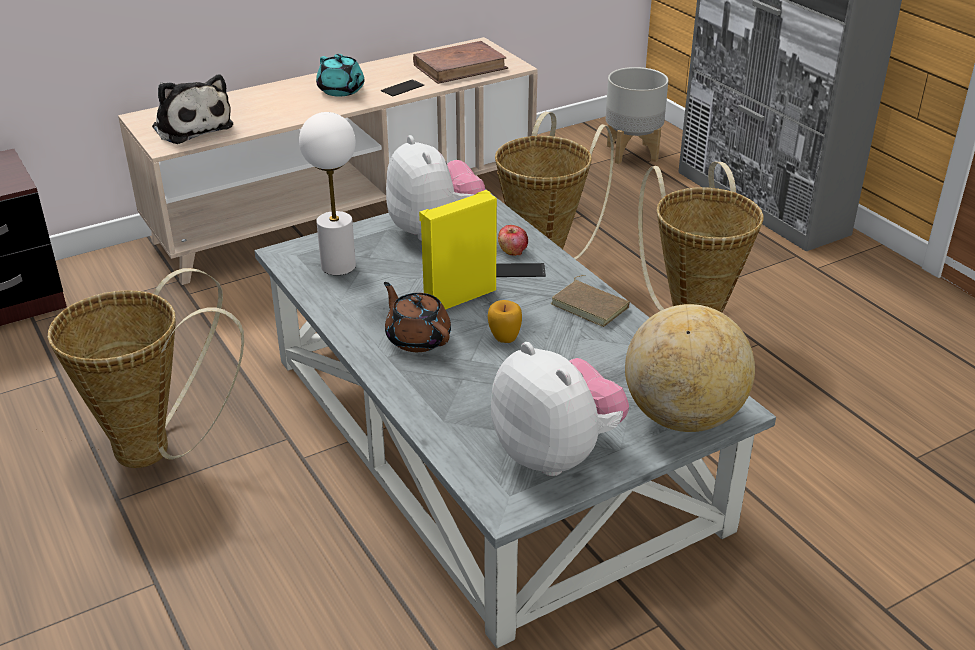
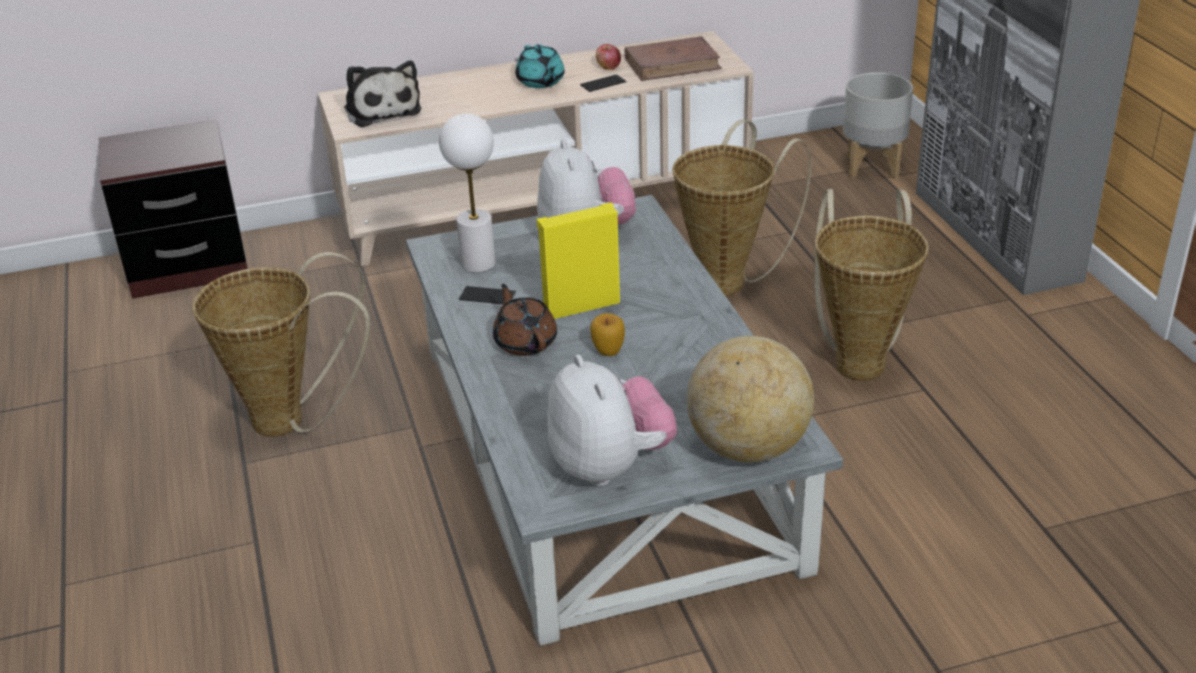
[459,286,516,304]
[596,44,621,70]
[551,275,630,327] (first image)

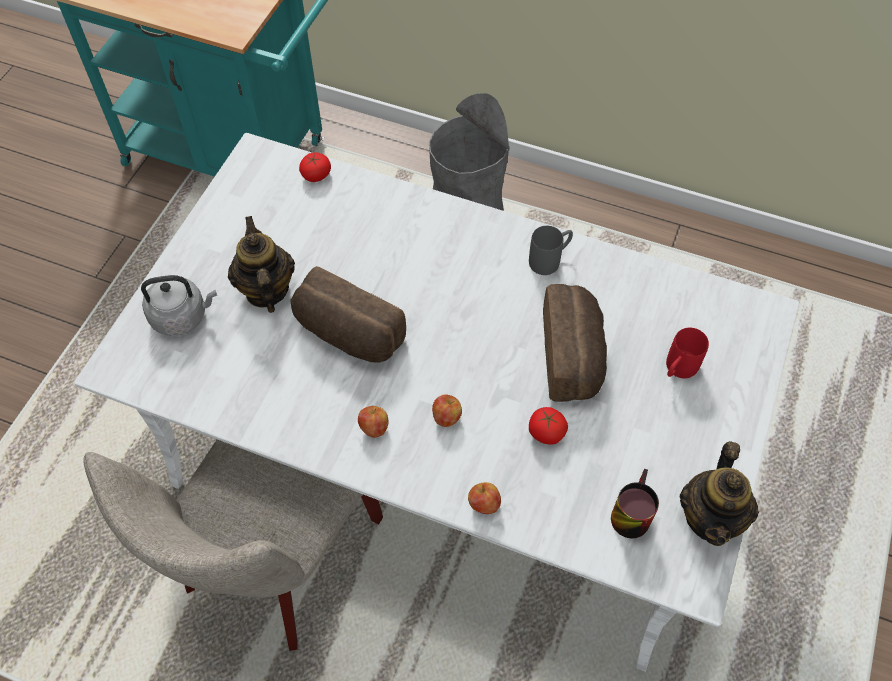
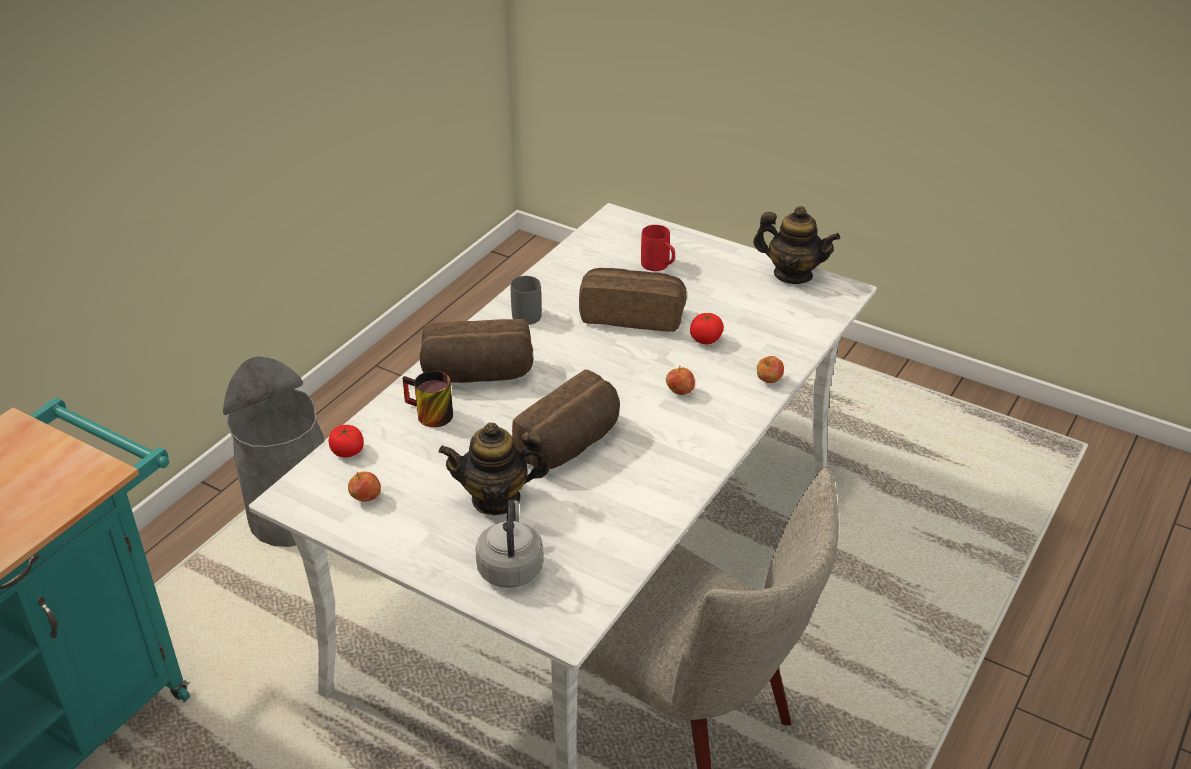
[348,472,381,502]
[402,371,453,427]
[420,319,533,383]

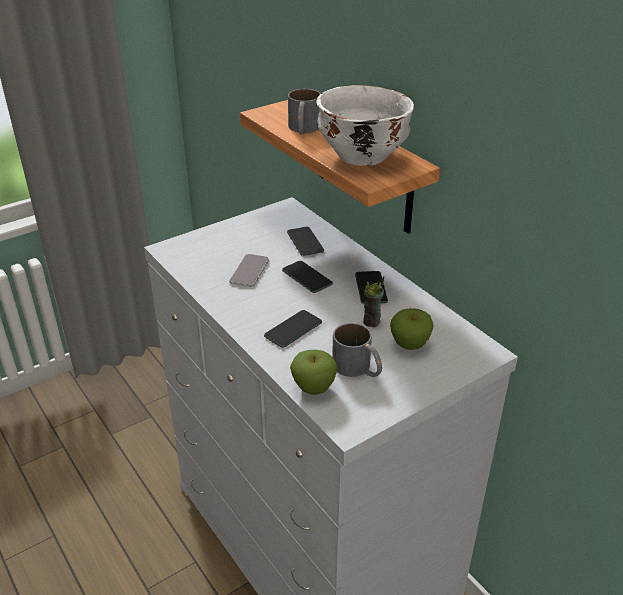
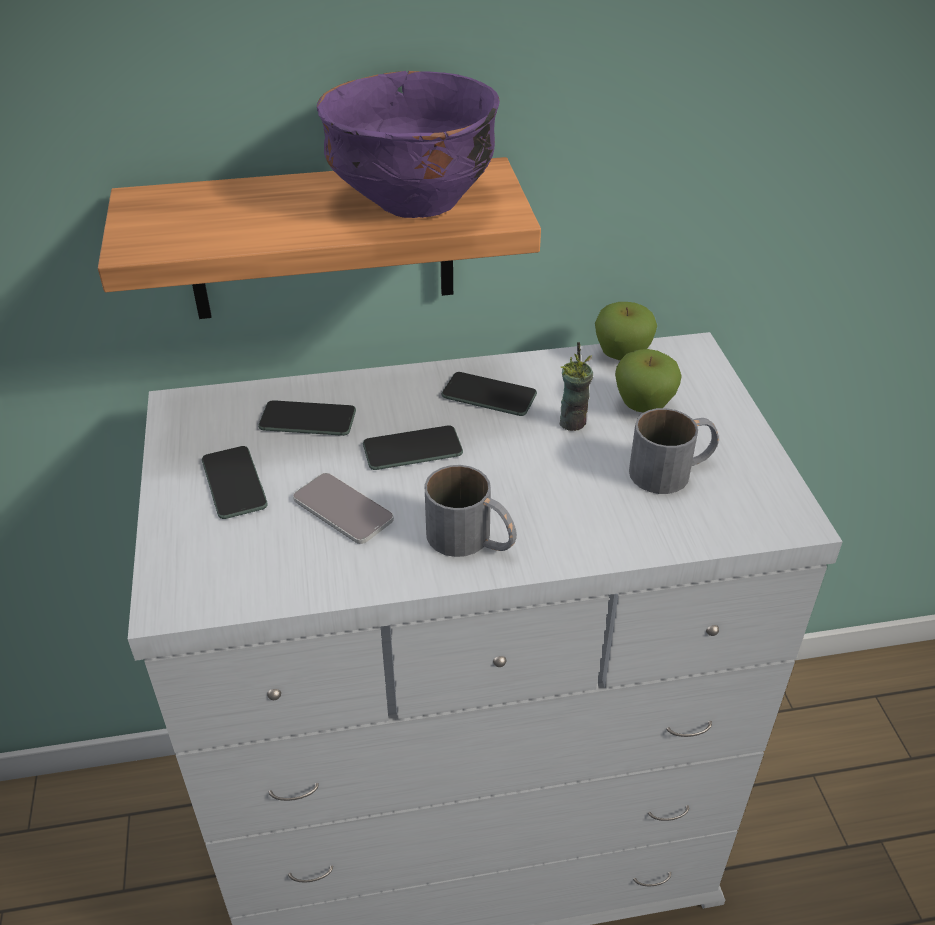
[202,446,268,519]
[424,465,517,557]
[595,302,657,360]
[317,71,500,218]

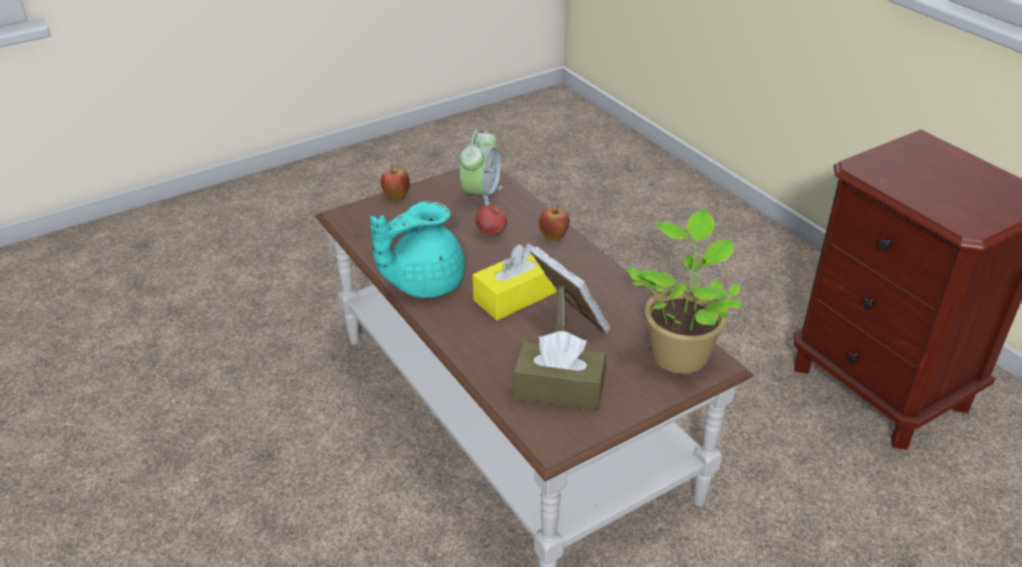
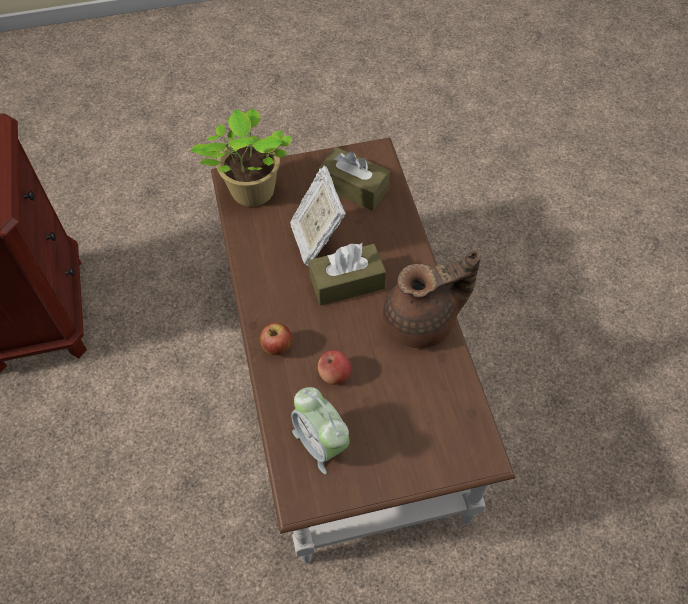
[383,250,481,348]
[381,164,410,200] (first image)
[291,387,350,474]
[309,243,386,306]

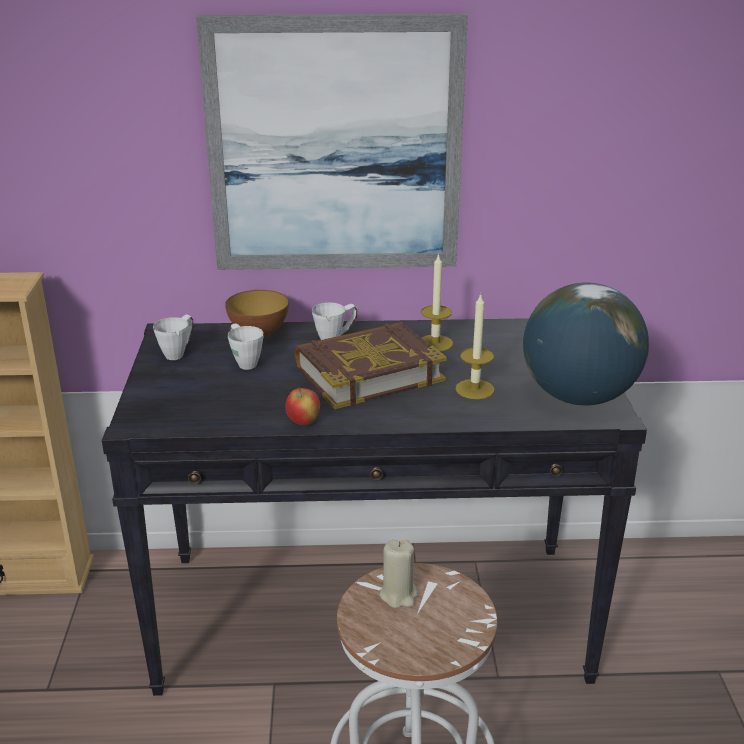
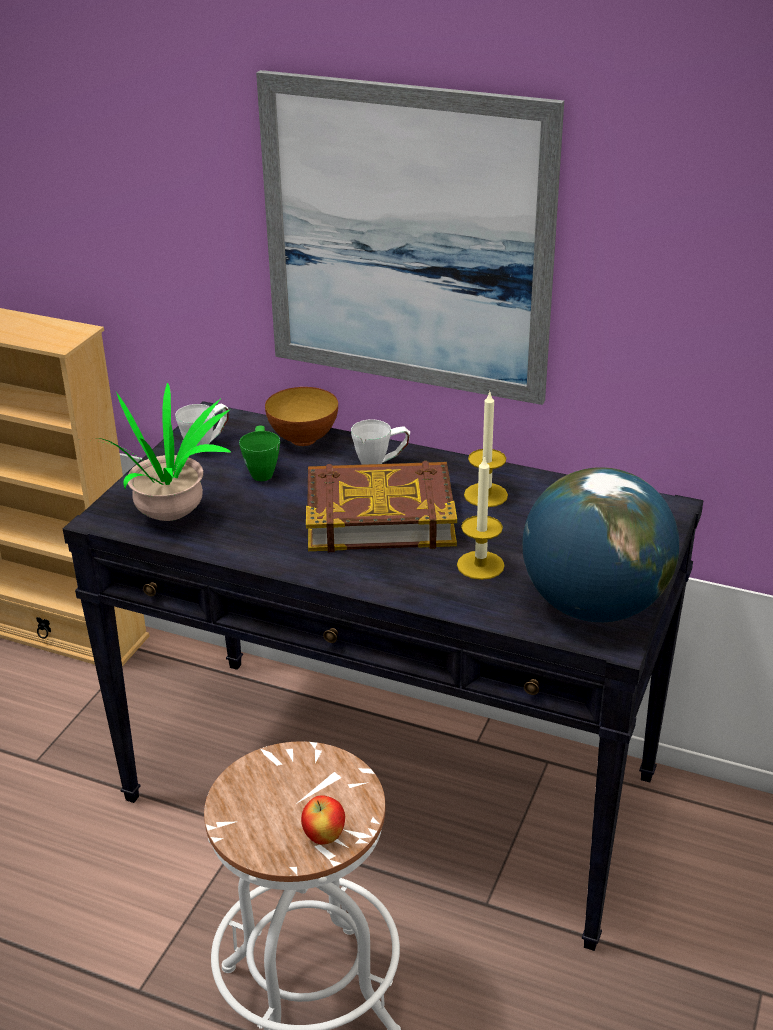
[239,425,280,481]
[301,795,345,845]
[380,539,418,608] (first image)
[97,383,231,521]

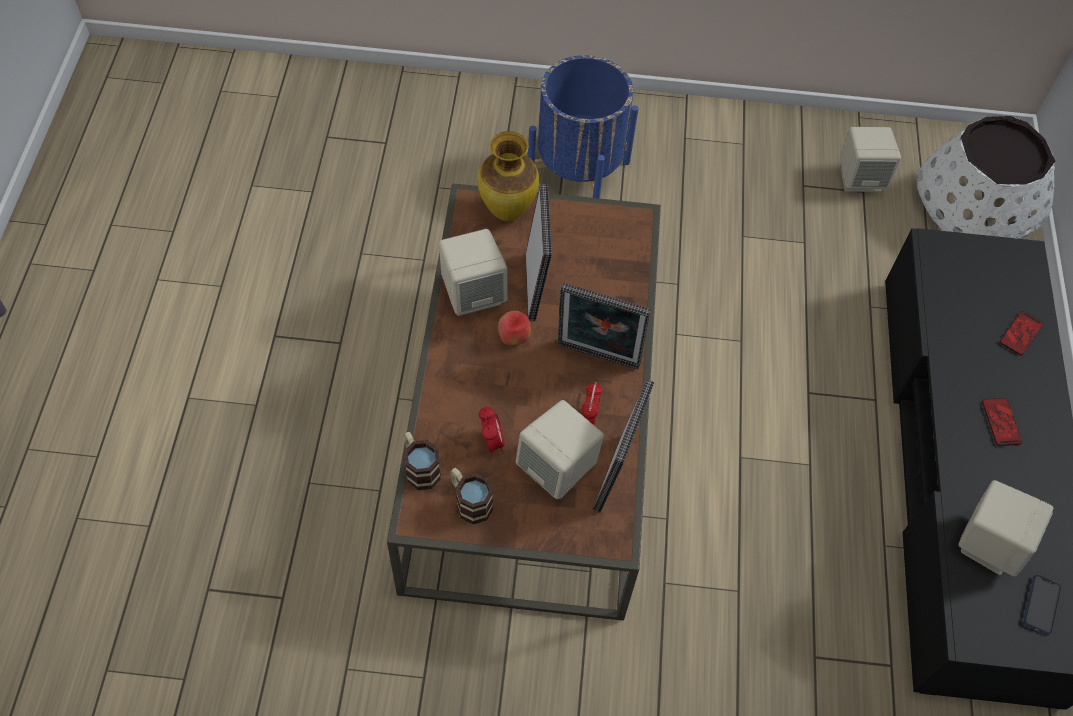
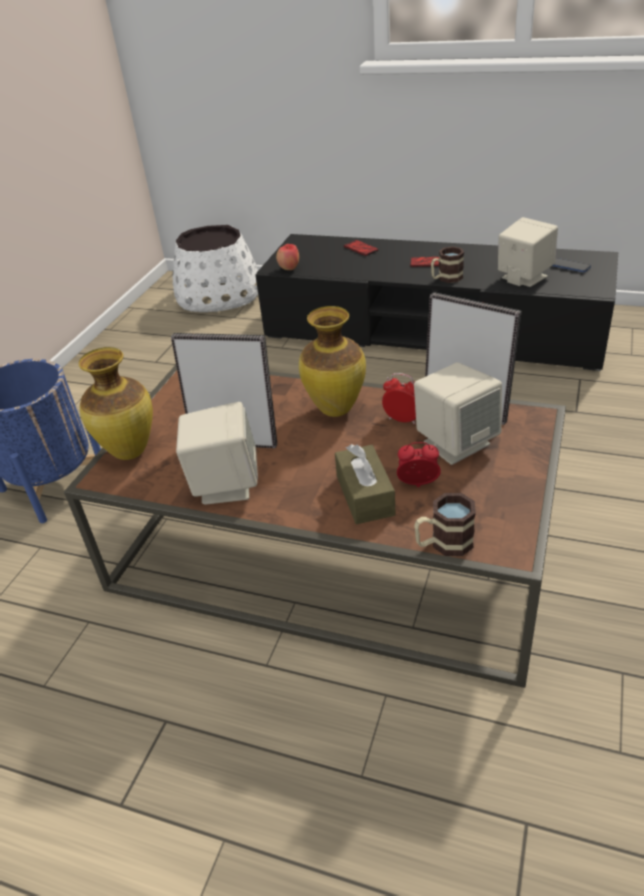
[431,246,464,283]
[276,244,299,270]
[299,306,366,417]
[840,127,901,192] (first image)
[335,444,396,524]

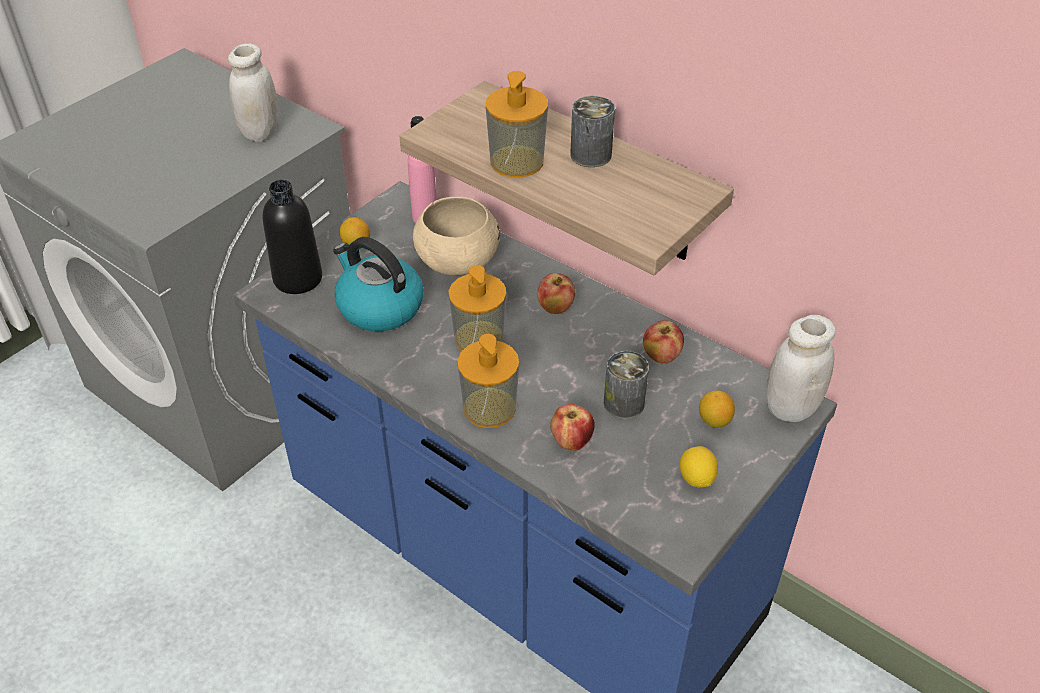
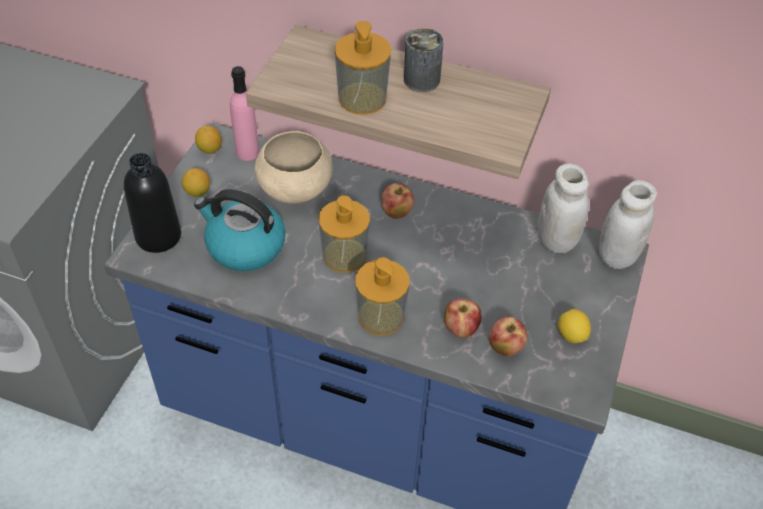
[538,163,589,254]
[604,351,649,419] (first image)
[489,316,527,357]
[195,126,222,154]

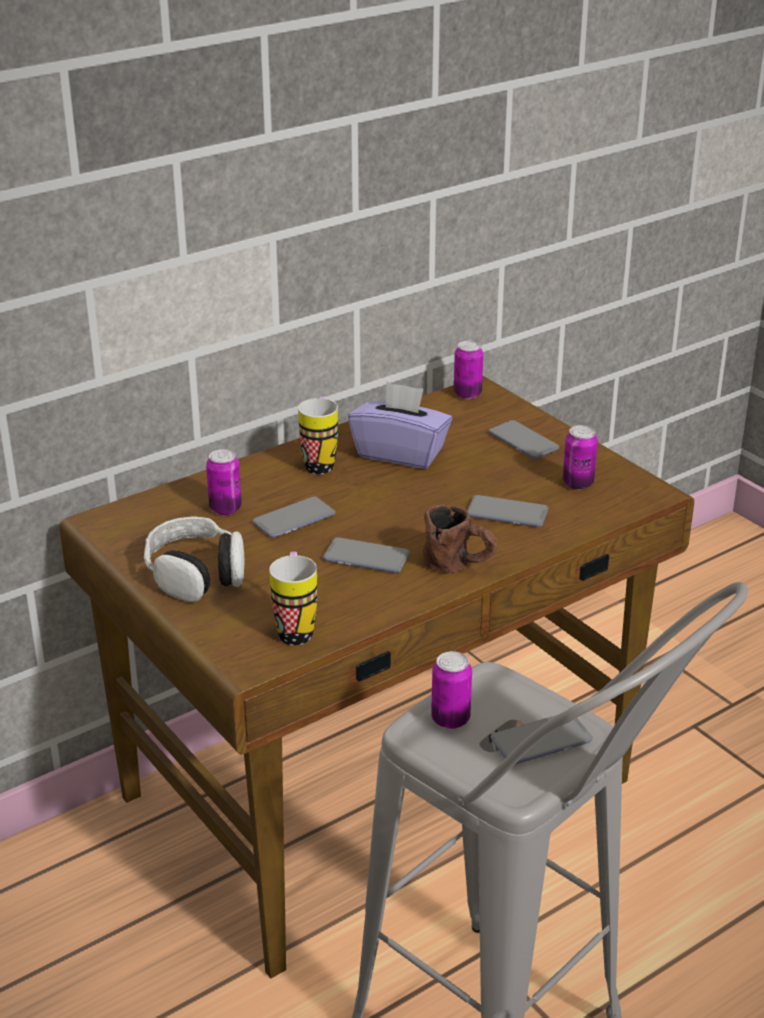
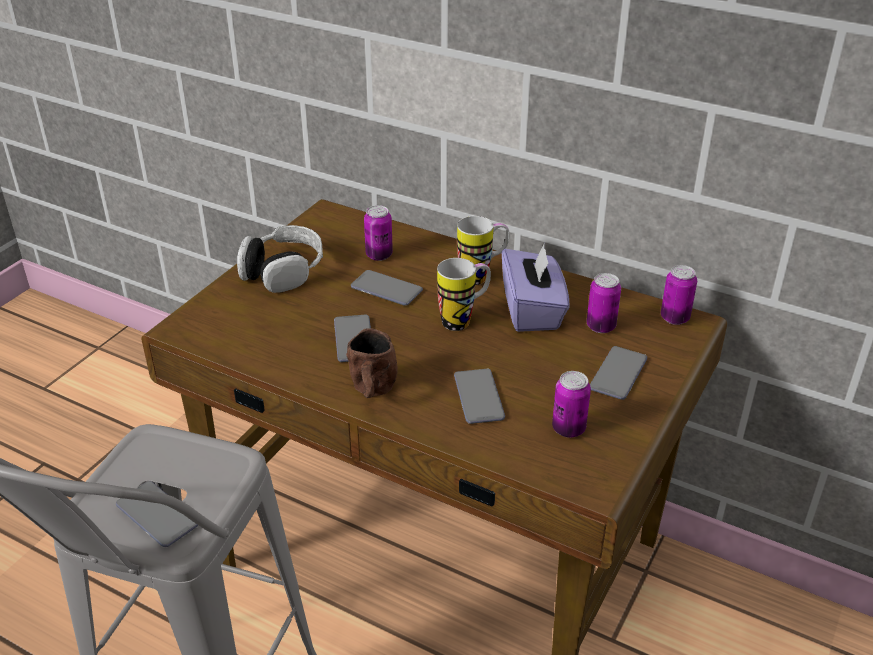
[437,258,491,331]
[586,273,621,333]

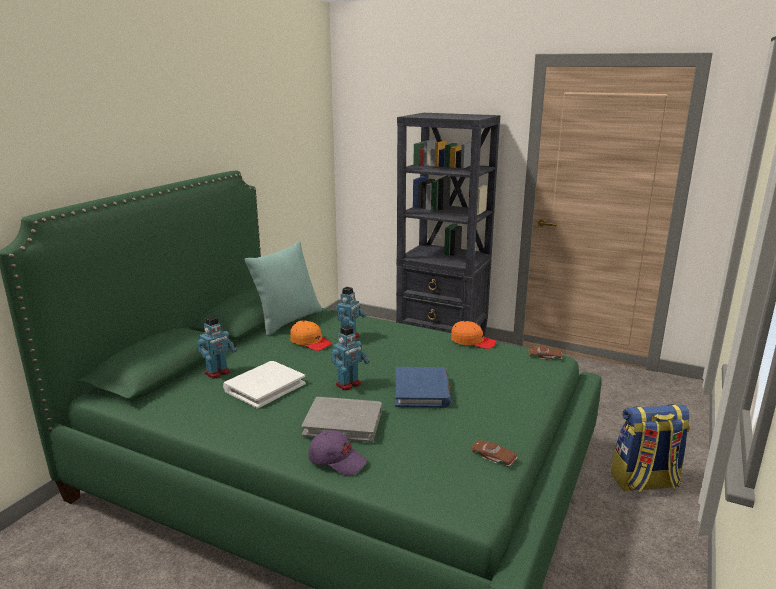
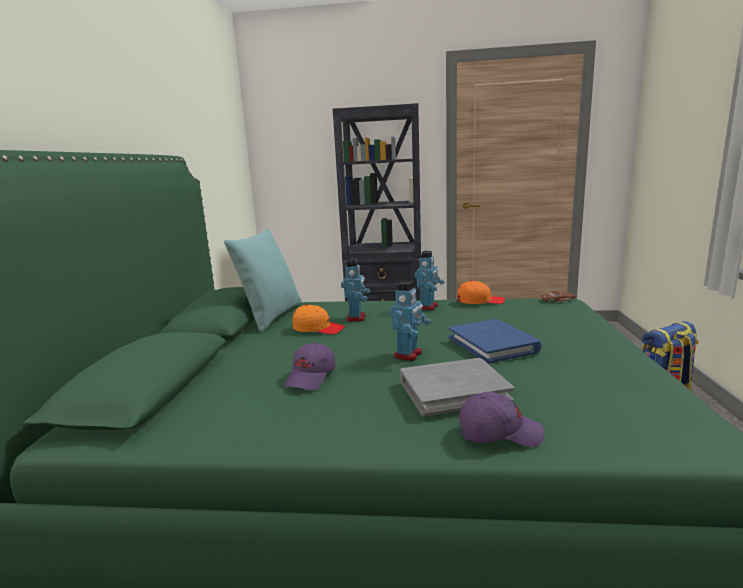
[415,251,444,310]
[284,342,335,390]
[471,440,517,467] (first image)

